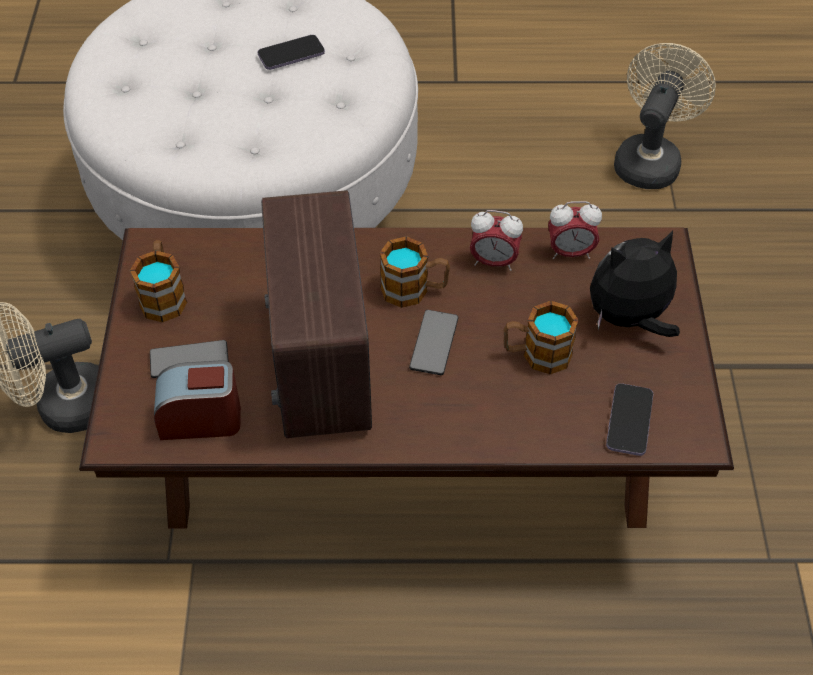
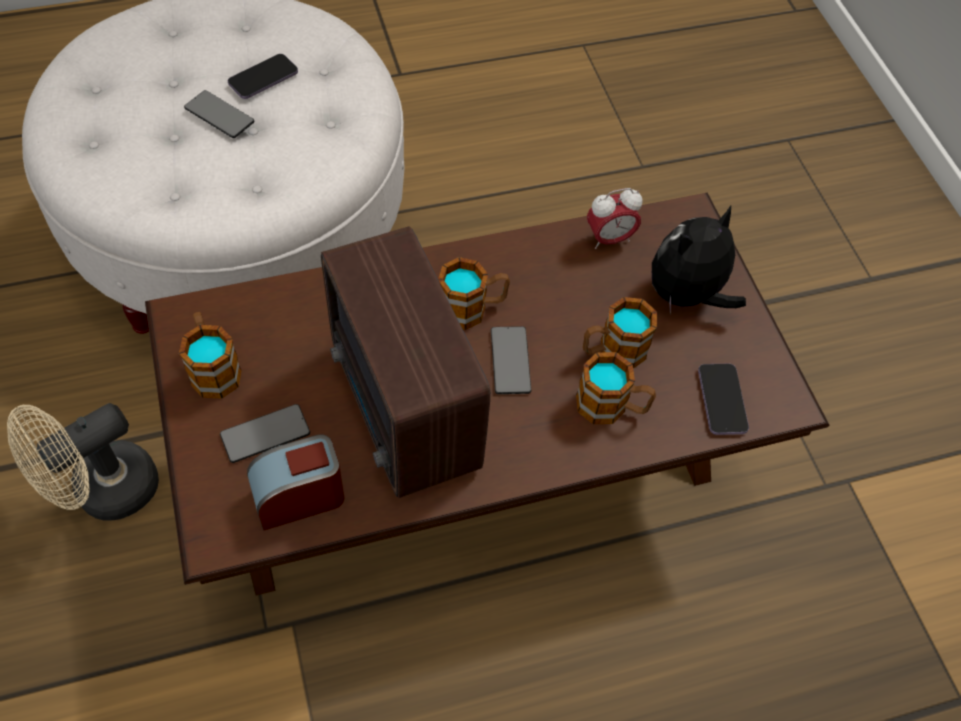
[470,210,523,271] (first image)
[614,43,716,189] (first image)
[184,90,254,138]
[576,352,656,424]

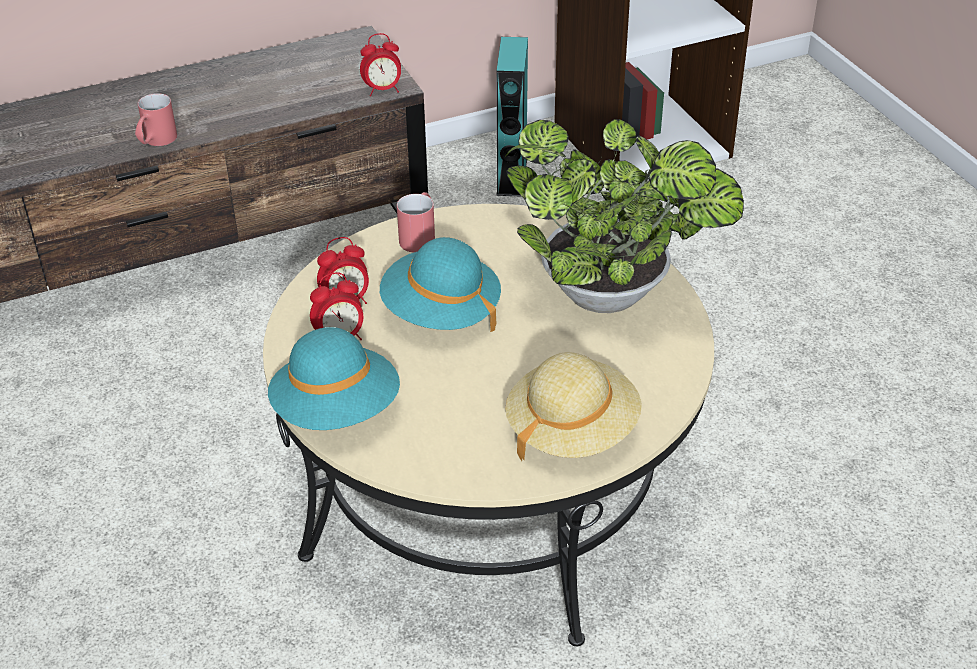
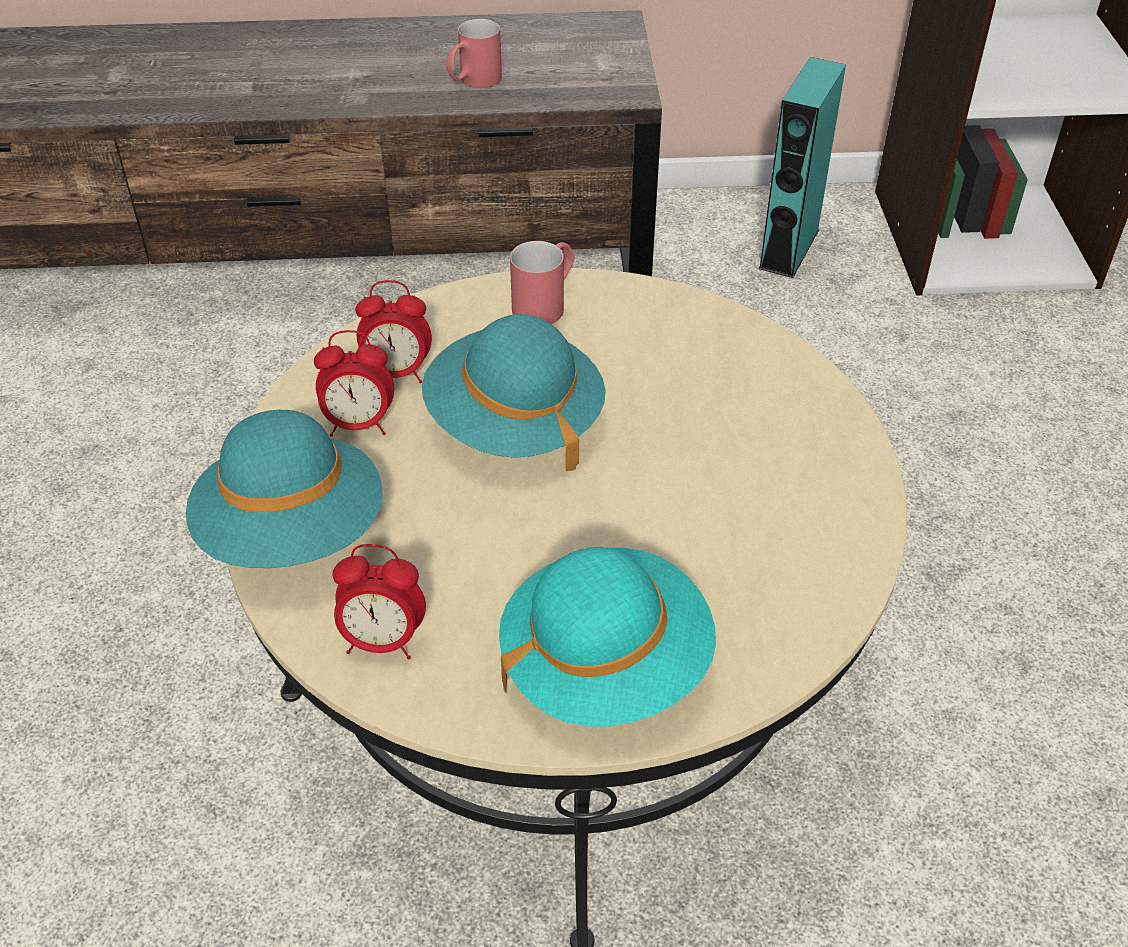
[446,19,502,88]
[332,544,426,659]
[504,119,744,313] (first image)
[499,547,716,727]

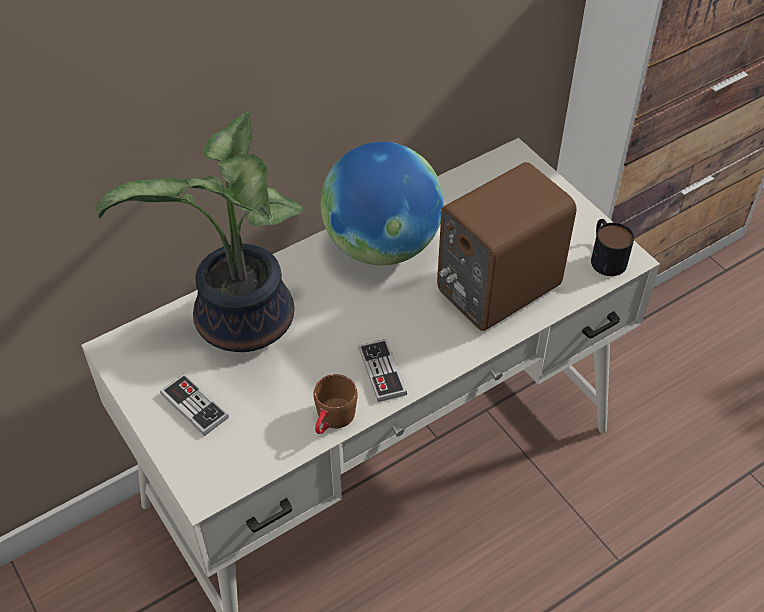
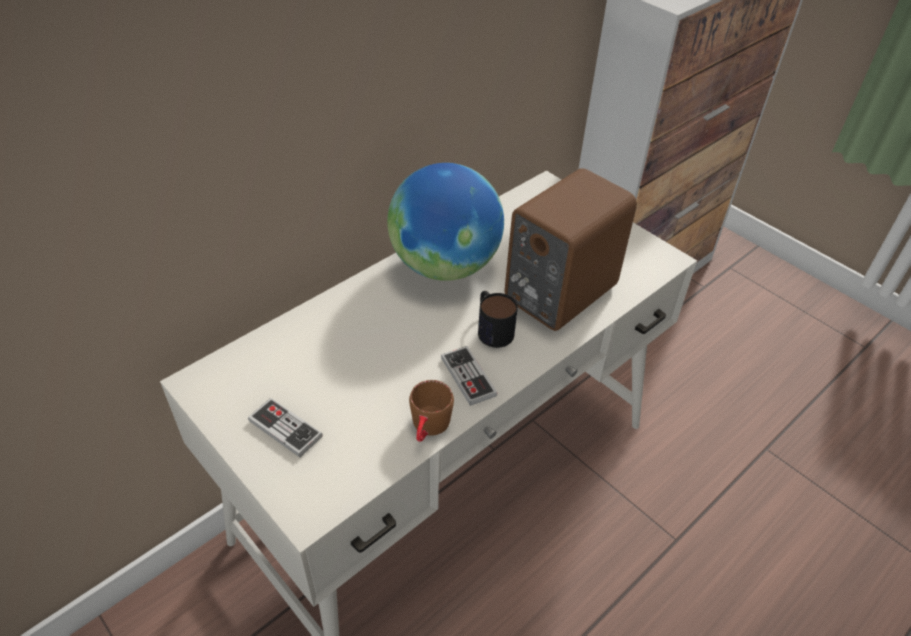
[96,111,303,352] (first image)
[478,291,518,348]

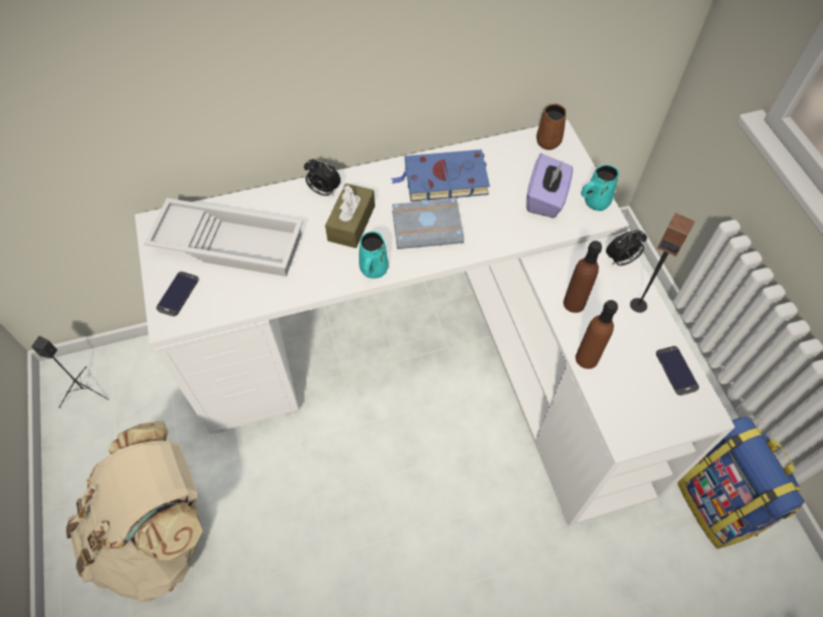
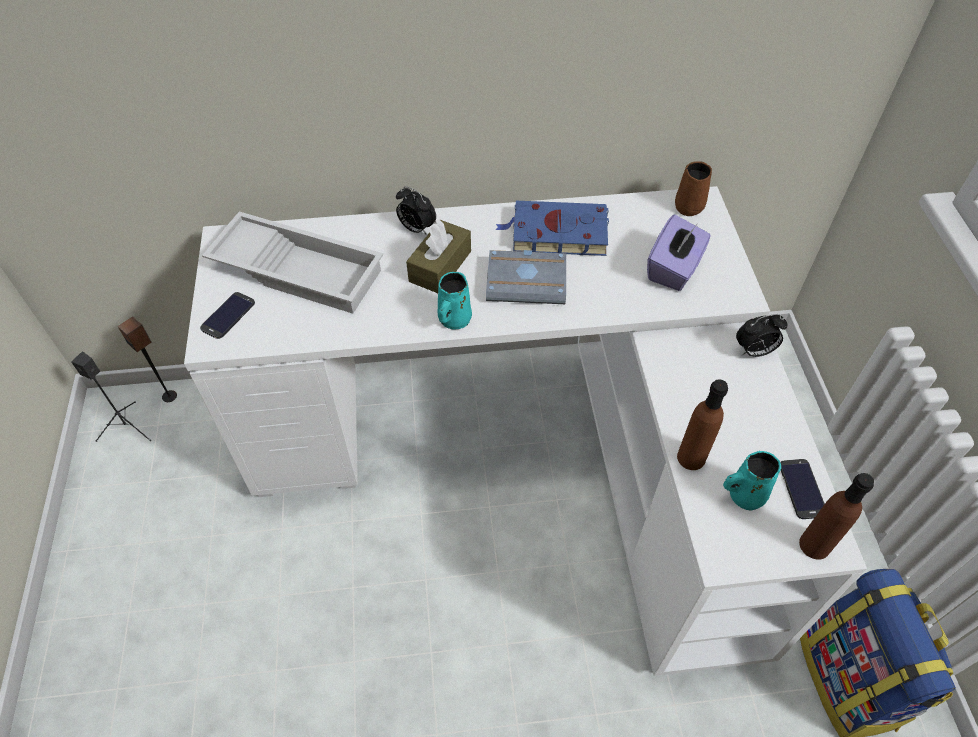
[66,421,203,603] (first image)
[799,473,874,560]
[723,451,781,511]
[118,317,177,402]

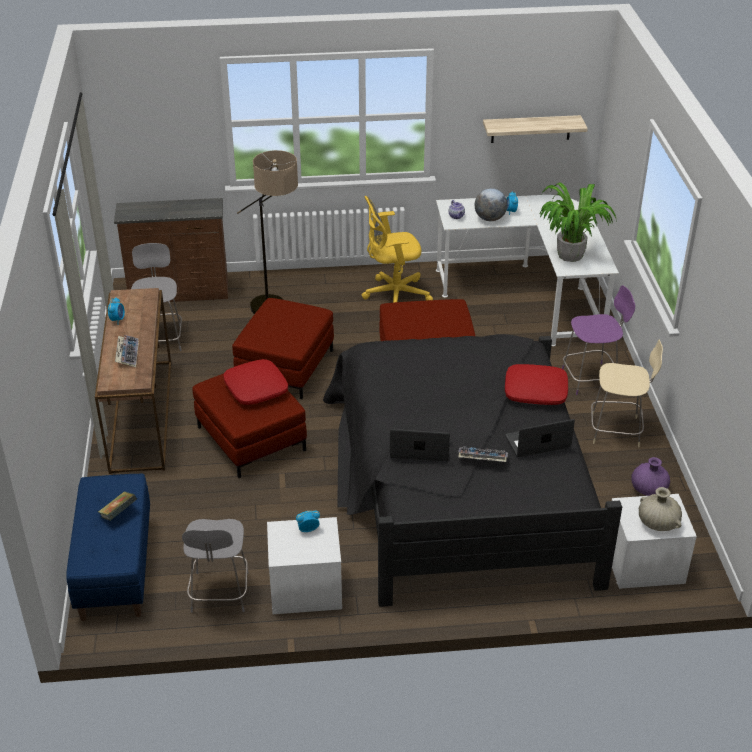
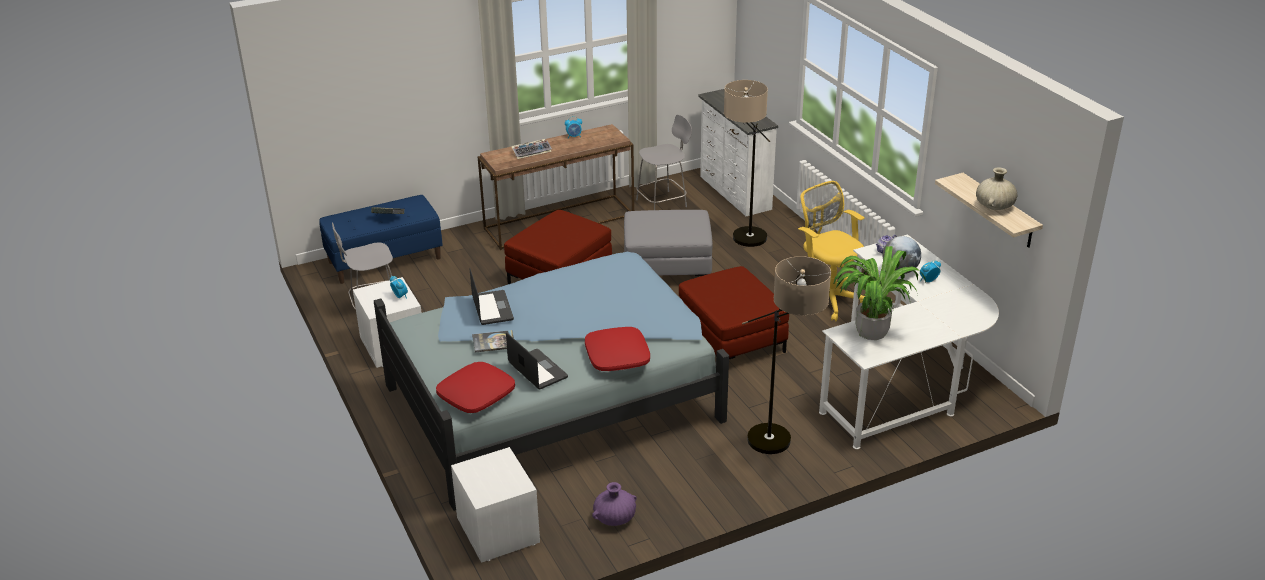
[698,89,778,216]
[436,362,515,413]
[624,210,712,276]
[374,252,729,511]
[472,330,514,352]
[742,256,831,454]
[591,340,663,447] (first image)
[976,167,1017,210]

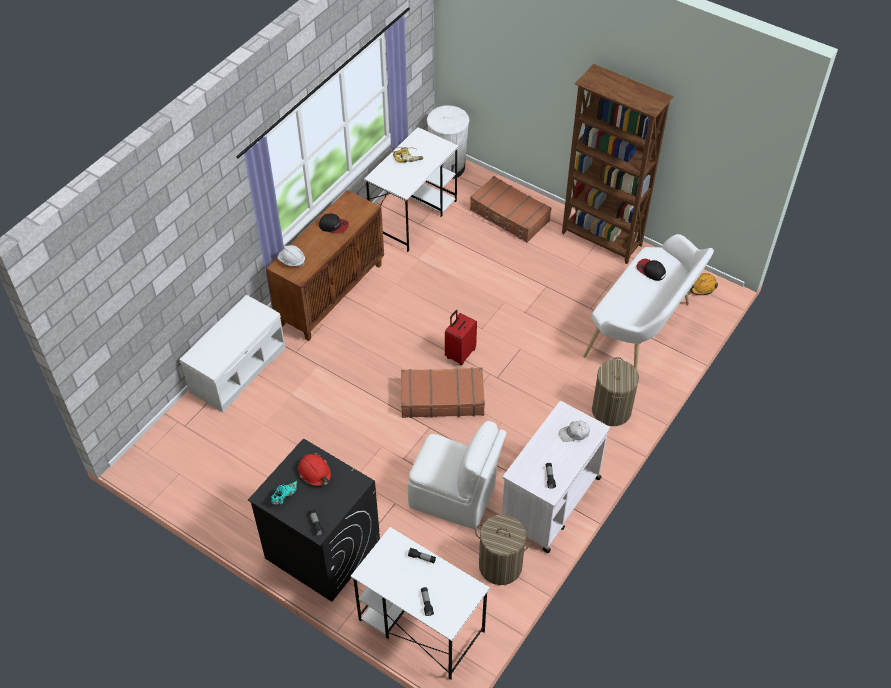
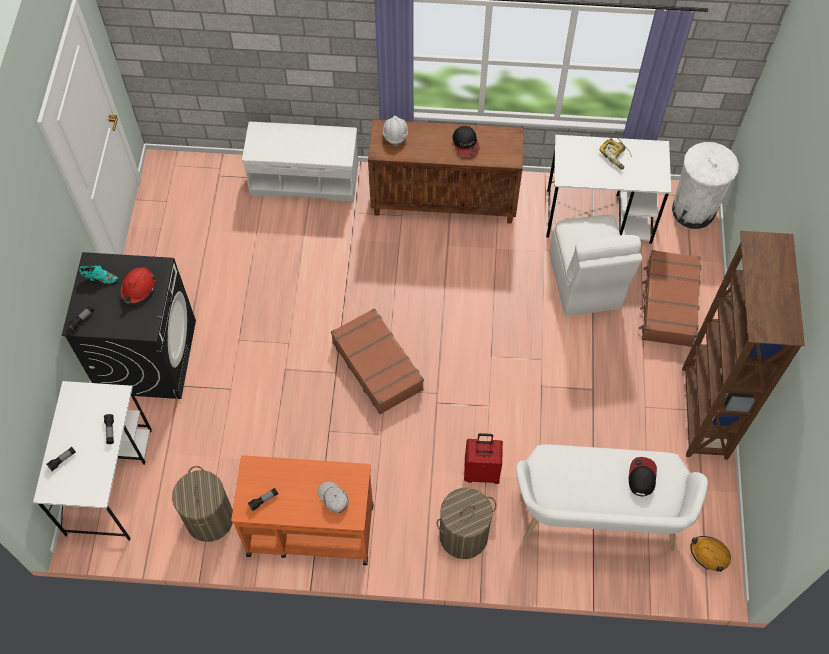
[549,215,642,316]
[464,433,503,484]
[231,455,373,565]

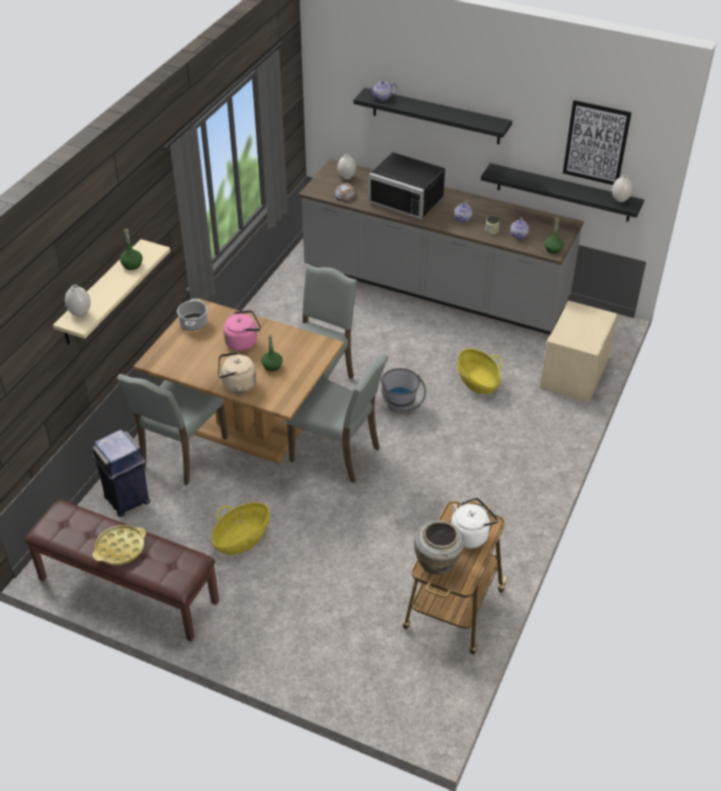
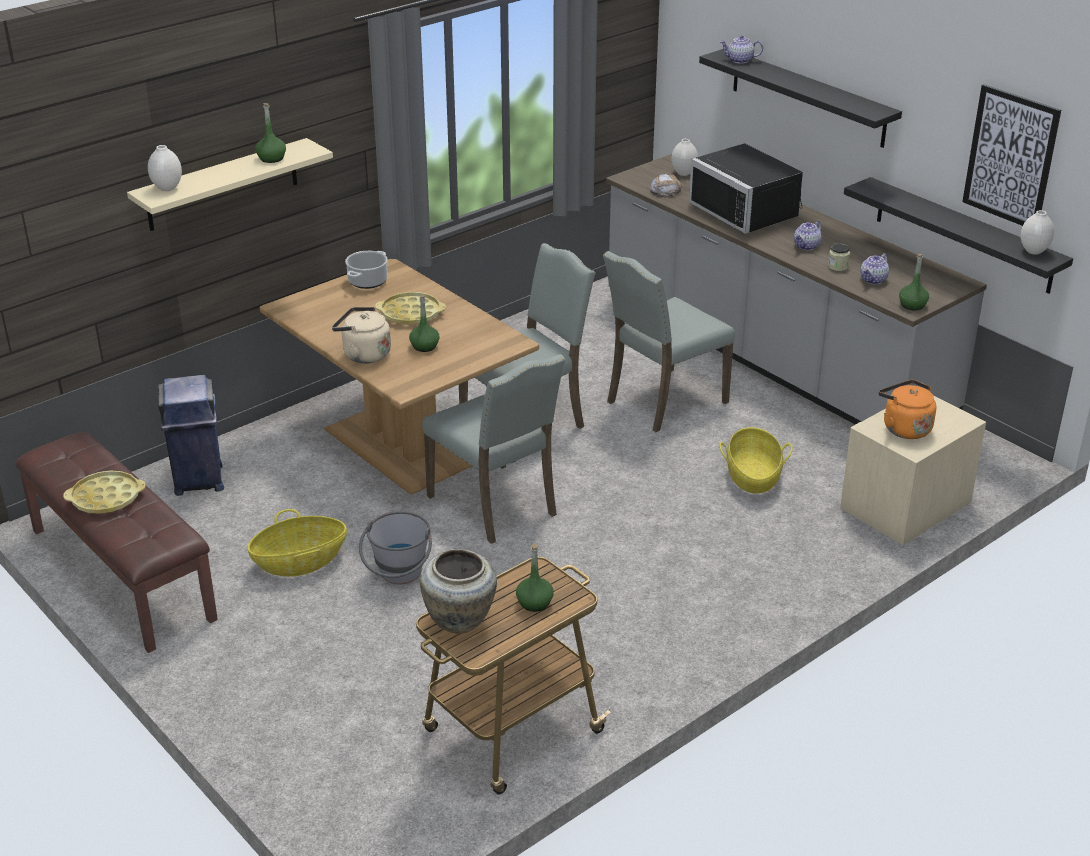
[603,251,735,432]
[375,292,446,325]
[359,511,432,584]
[516,544,554,612]
[878,380,936,439]

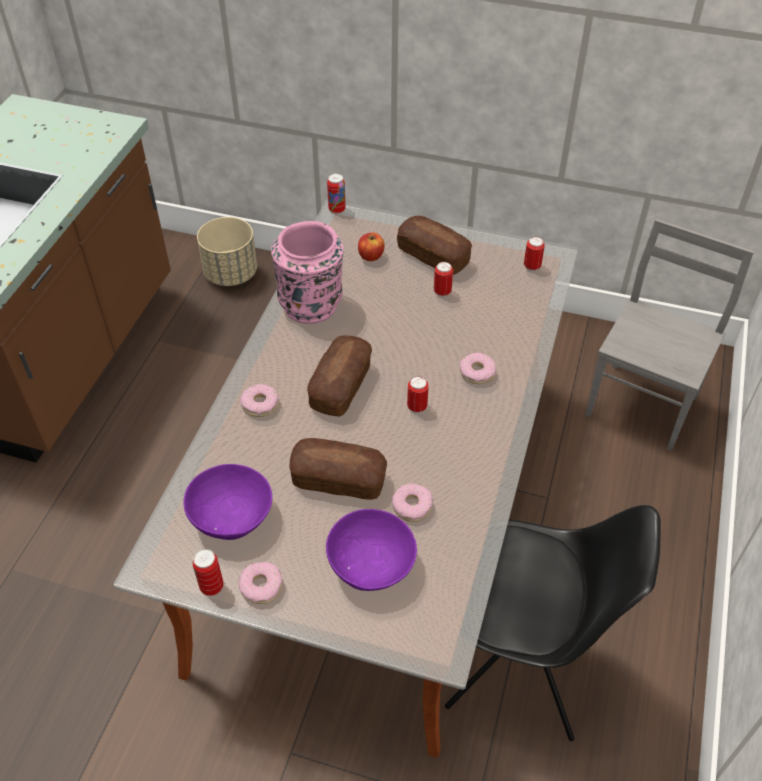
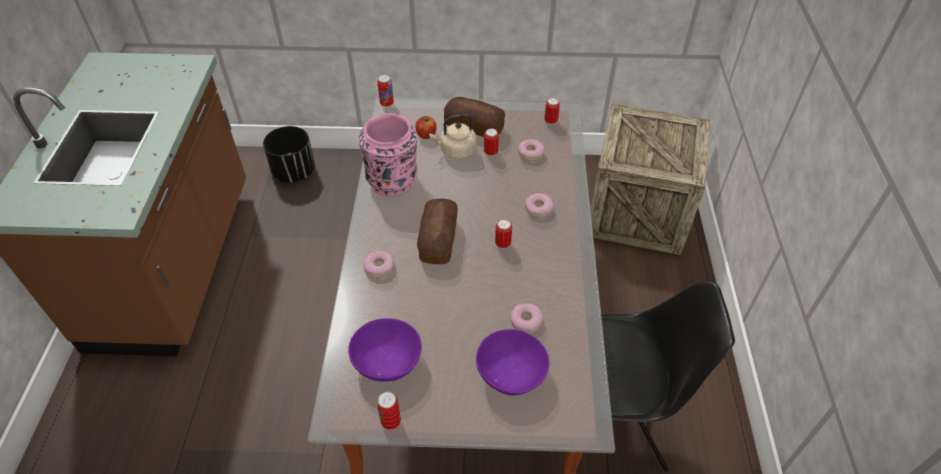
[263,126,315,183]
[518,139,545,161]
[289,438,387,500] (first image)
[590,104,710,255]
[429,114,477,159]

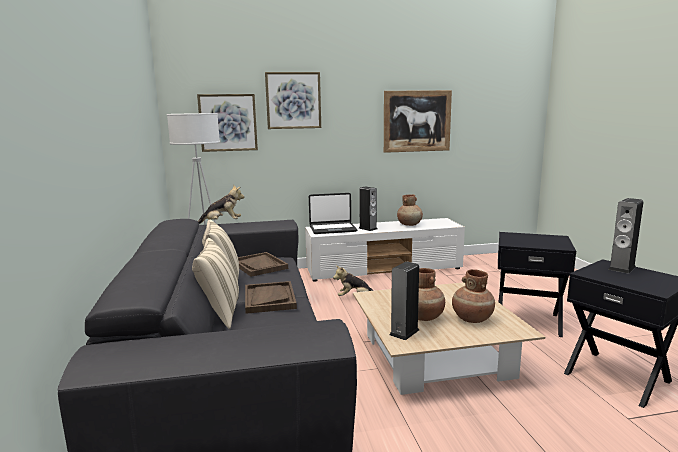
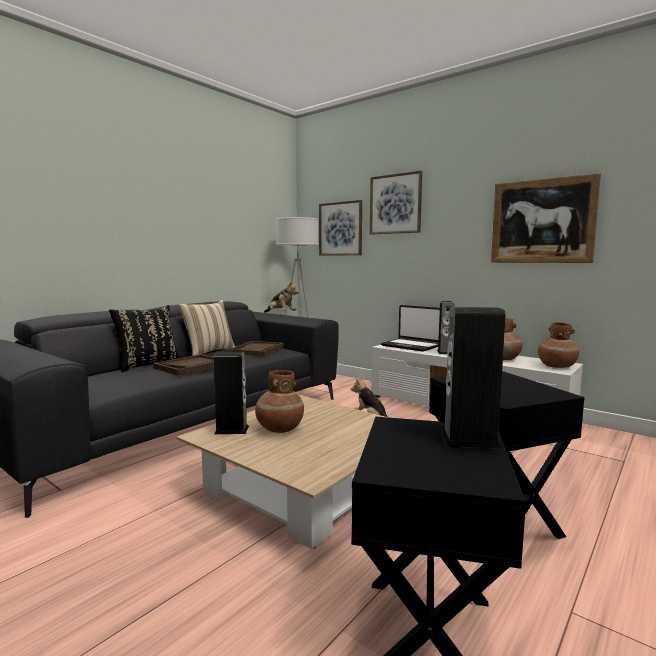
[109,305,180,372]
[538,322,579,368]

